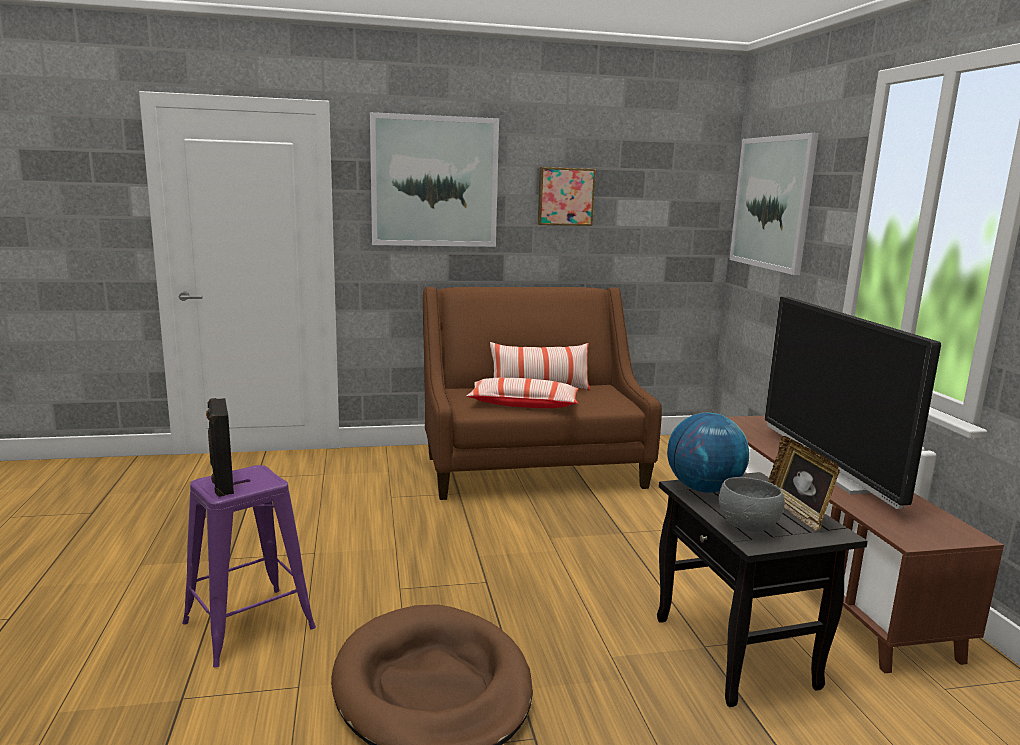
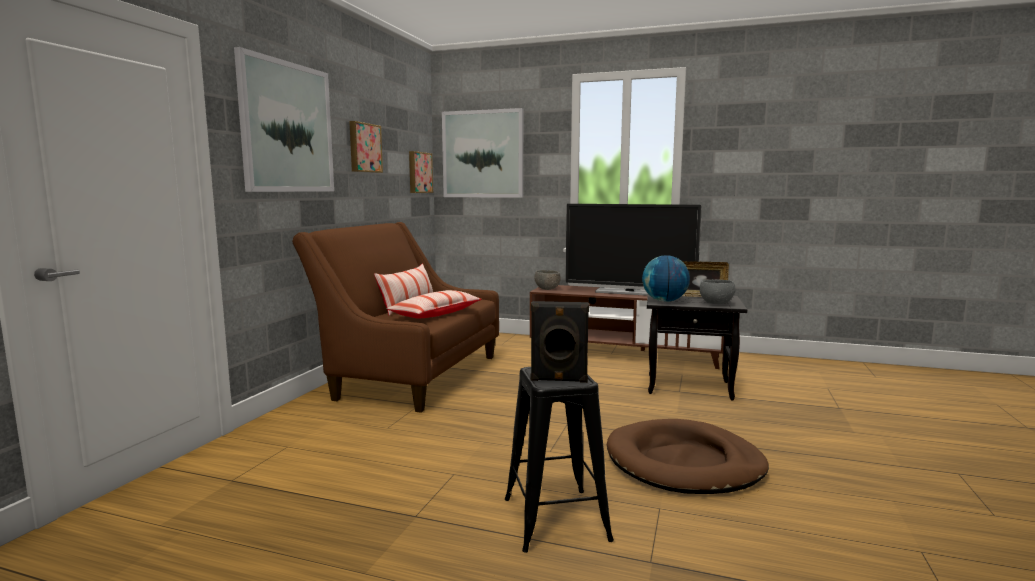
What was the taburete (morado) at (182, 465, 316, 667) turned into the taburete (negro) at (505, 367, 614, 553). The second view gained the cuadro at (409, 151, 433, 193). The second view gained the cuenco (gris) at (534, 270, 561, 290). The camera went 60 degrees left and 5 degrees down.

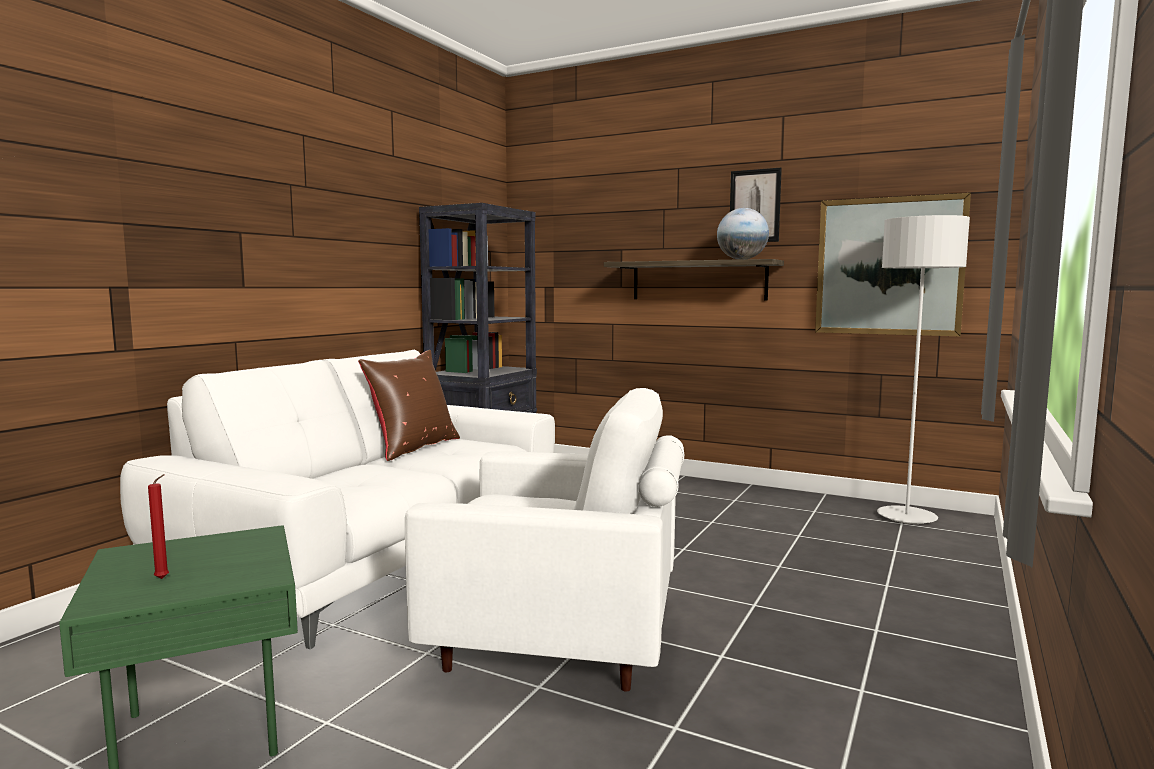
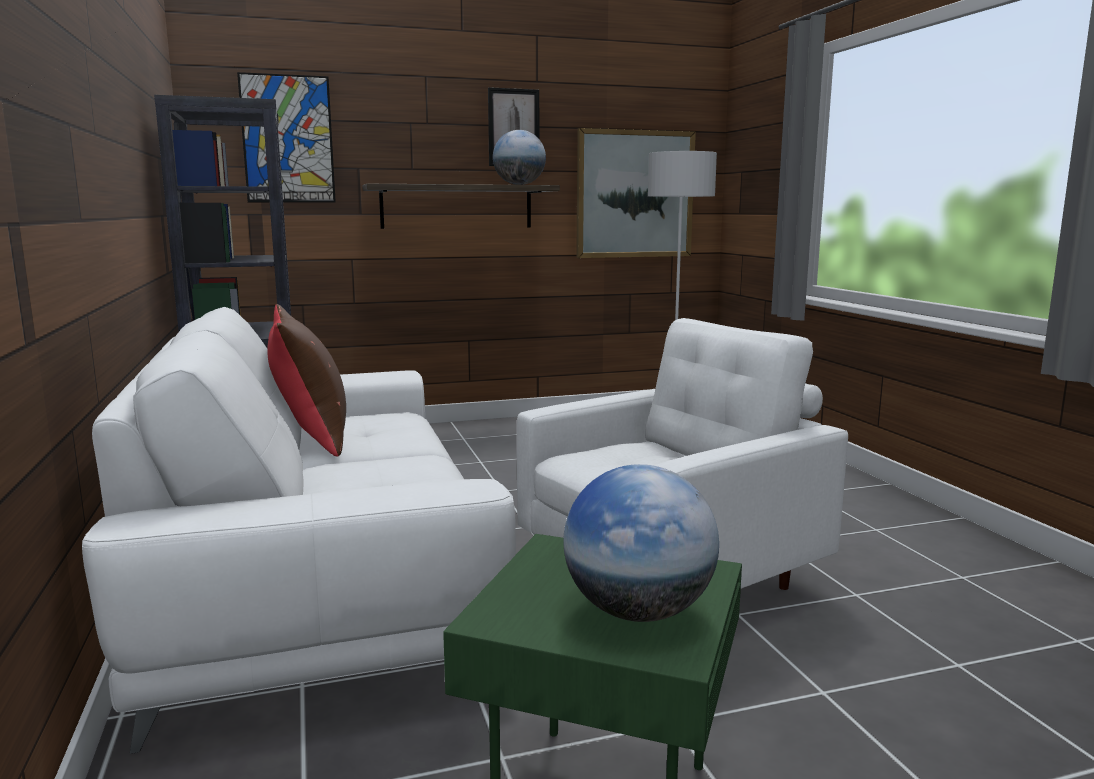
Where the vela (rojo) stood at (148, 474, 169, 579), the globo terráqueo came to stand at (563, 464, 719, 622). The second view gained the cuadro at (237, 72, 336, 203). The camera went 45 degrees left and 5 degrees up.

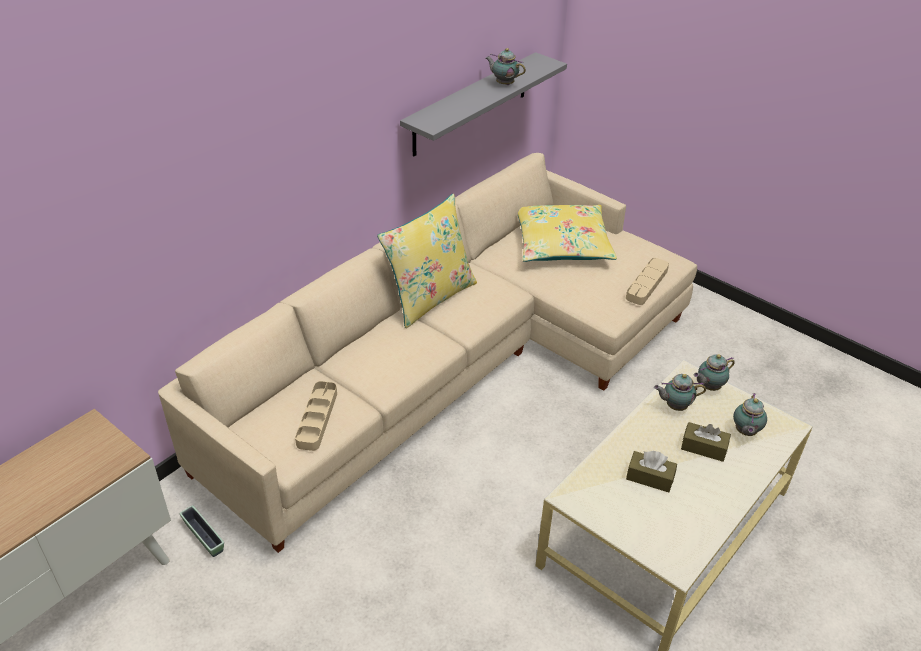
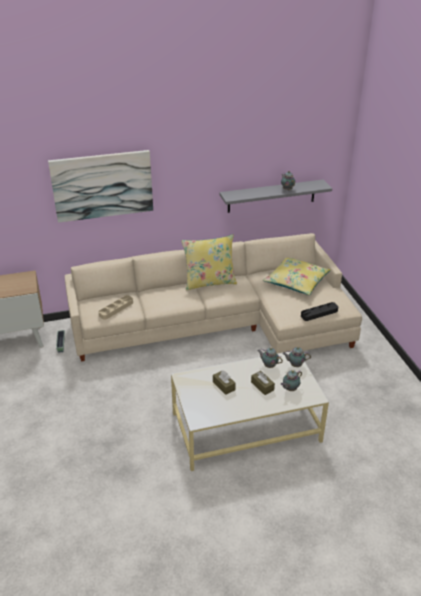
What was the bandeja (beis) at (626, 258, 669, 305) turned into the bandeja (negro) at (301, 302, 338, 321). The second view gained the cuadro at (48, 150, 153, 223). The camera went 35 degrees right and 5 degrees down.

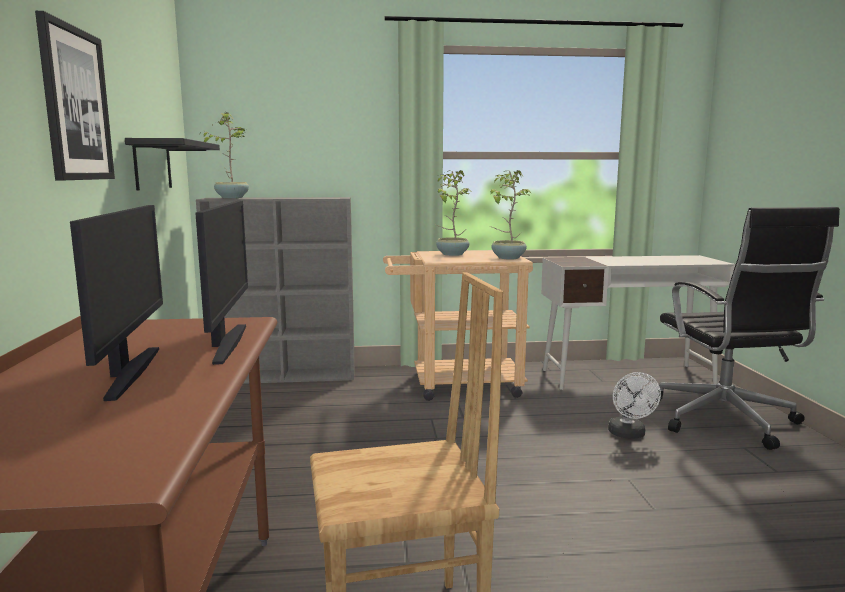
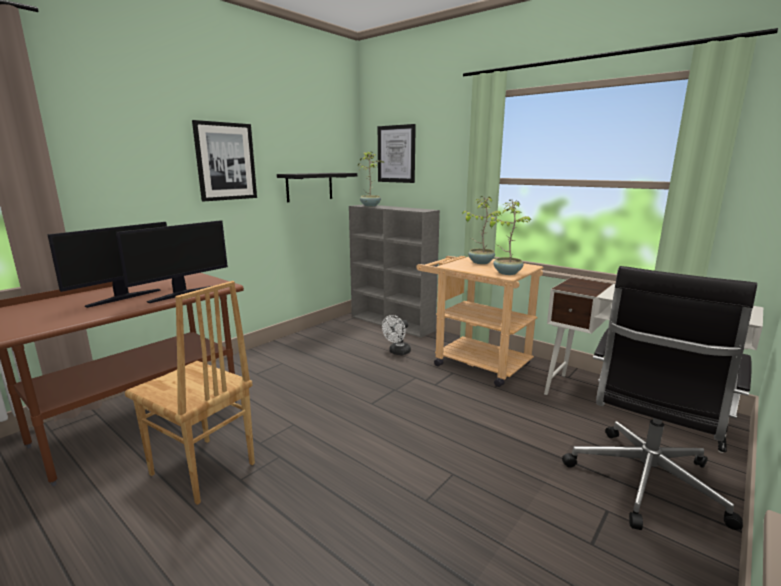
The ventilador (blanco) ended up elsewhere, having gone from (608, 372, 661, 439) to (382, 315, 411, 355). The second view gained the cuadro at (378, 124, 416, 183). The camera went 45 degrees right and 5 degrees up.

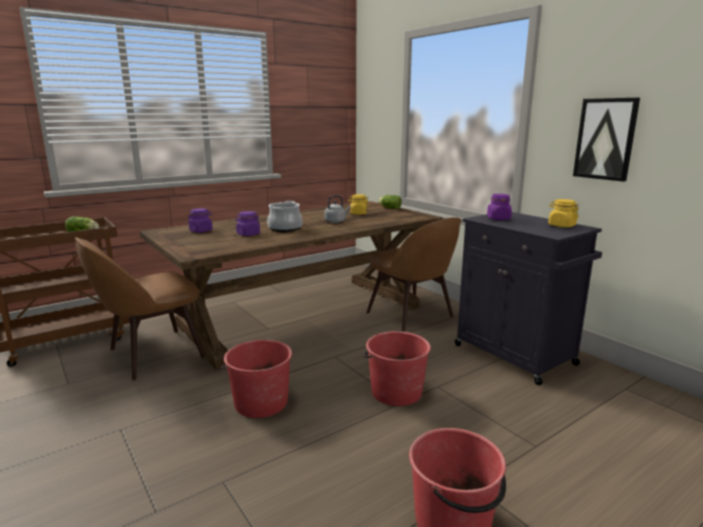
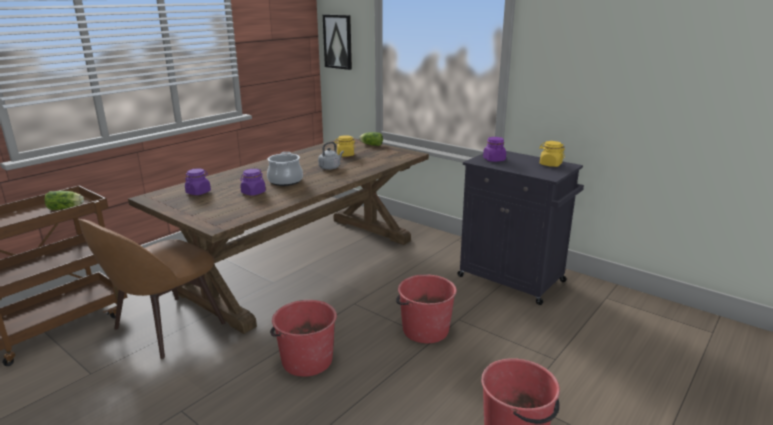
The cuadro ended up elsewhere, having gone from (573, 98, 640, 182) to (323, 15, 352, 70). The second view lost the silla (marrón) at (366, 217, 461, 332). The camera went 15 degrees left and 5 degrees up.

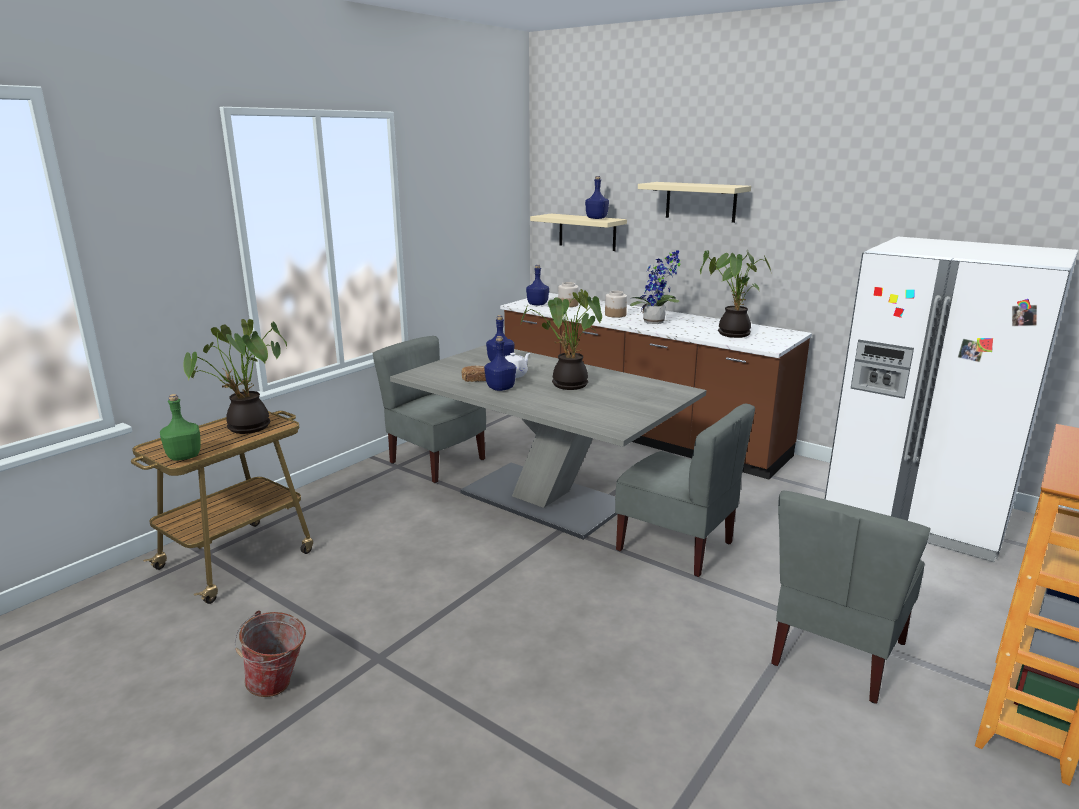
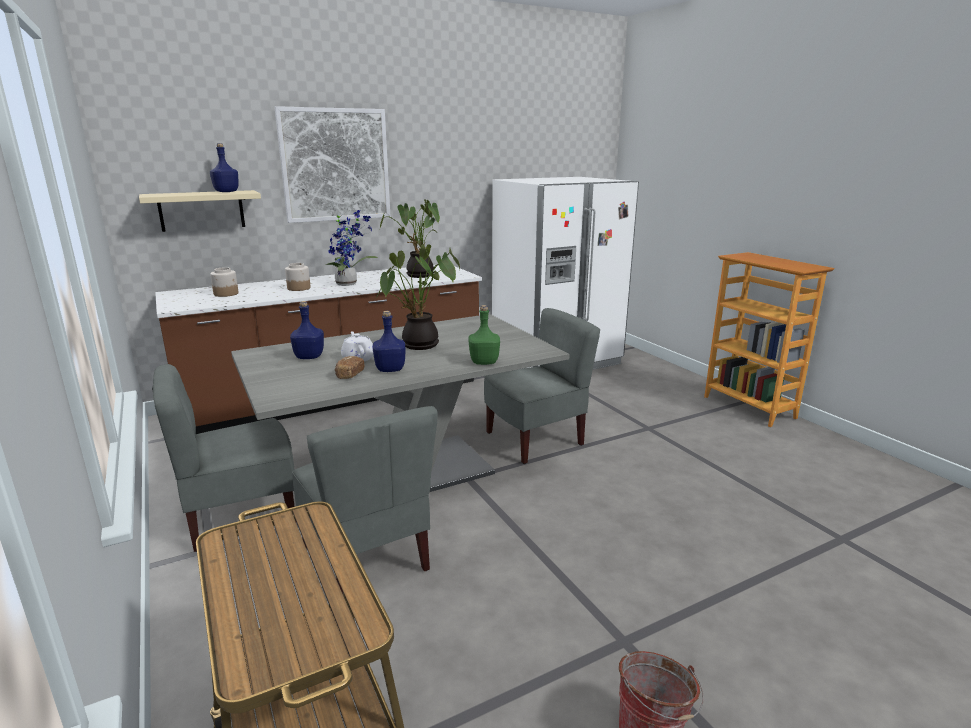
Where the estante (beis) hung at (638, 182, 751, 223), the cuadro came to hang at (274, 106, 391, 223). The second view lost the botella (azul) at (526, 265, 549, 305). The second view lost the planta en maceta at (184, 319, 287, 434). The botella (verde) ended up elsewhere, having gone from (160, 394, 201, 461) to (469, 305, 500, 365). The silla (gris) ended up elsewhere, having gone from (771, 490, 931, 704) to (292, 406, 438, 593). The camera went 65 degrees left and 0 degrees up.

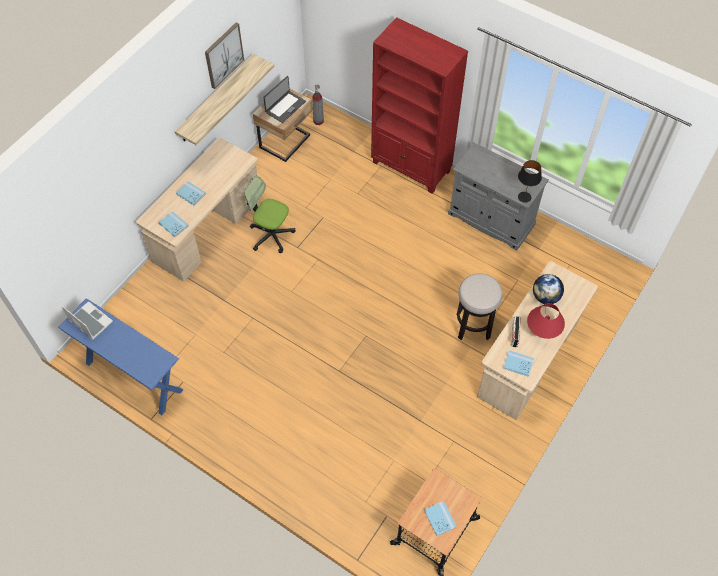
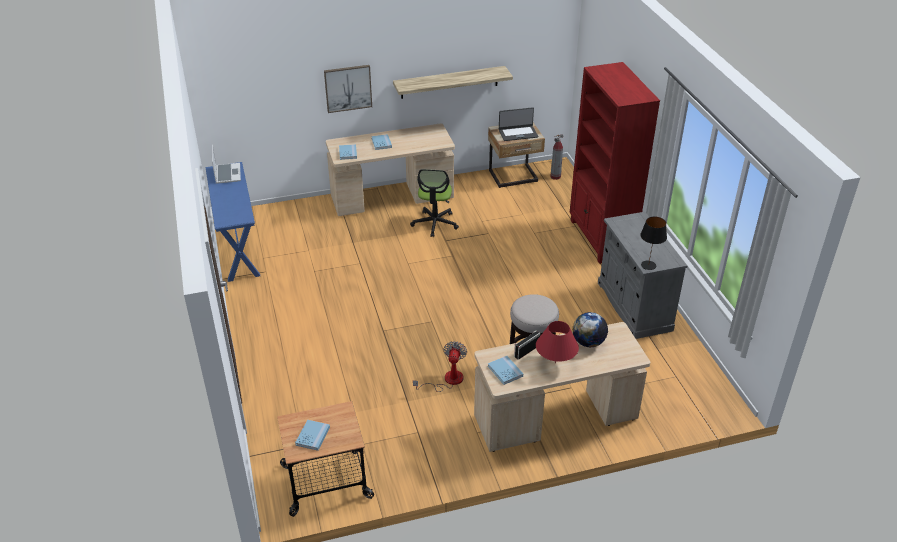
The cuadro ended up elsewhere, having gone from (205, 22, 244, 89) to (324, 65, 372, 113). The silla de oficina at (244, 176, 296, 253) ended up facing another way, 150 degrees counterclockwise from before. The second view gained the ventilador at (413, 341, 467, 392). The camera went 40 degrees right and 20 degrees down.

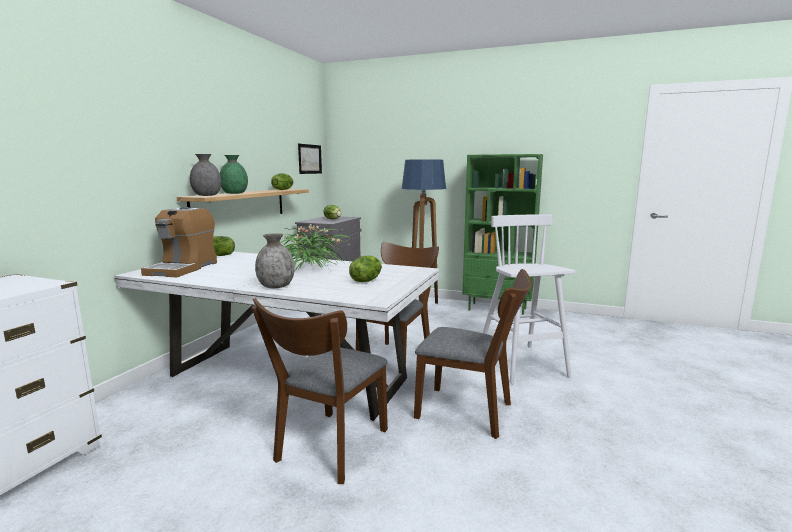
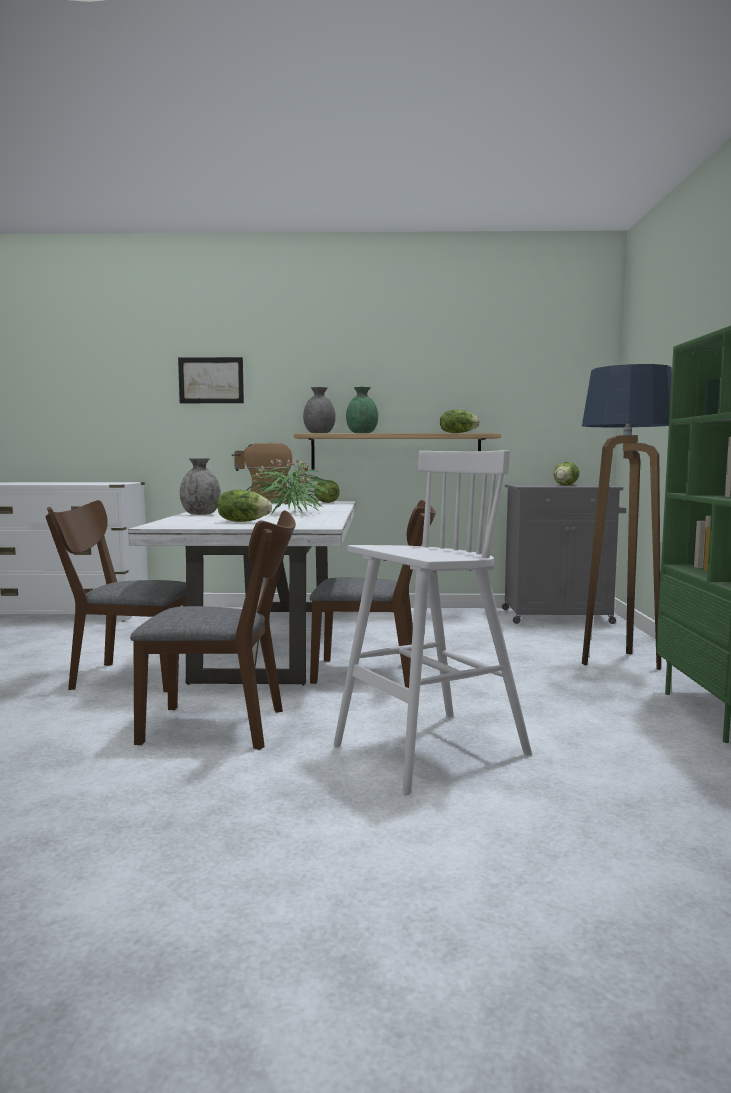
The cuadro ended up elsewhere, having gone from (298, 144, 322, 174) to (178, 357, 244, 403). The silla (marrón) at (414, 269, 531, 439) ended up facing another way, 90 degrees counterclockwise from before. The camera went 70 degrees right and 5 degrees down.

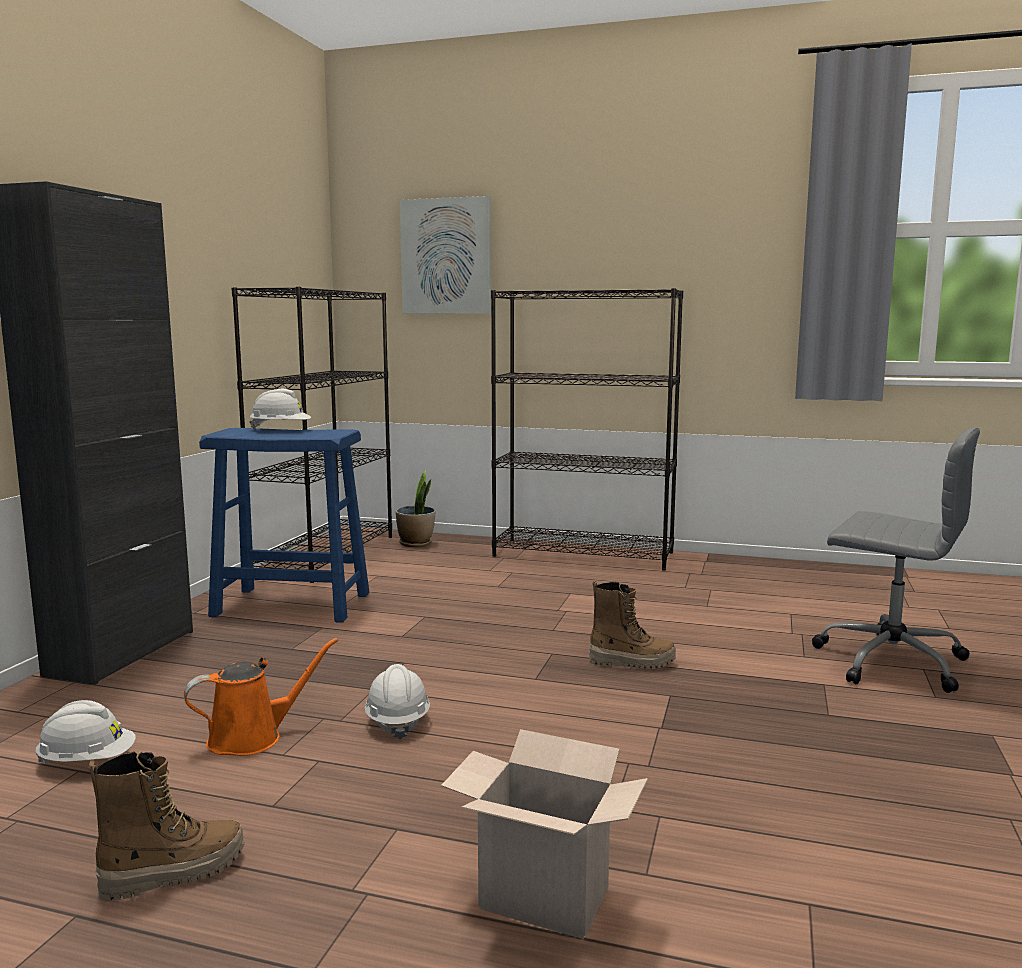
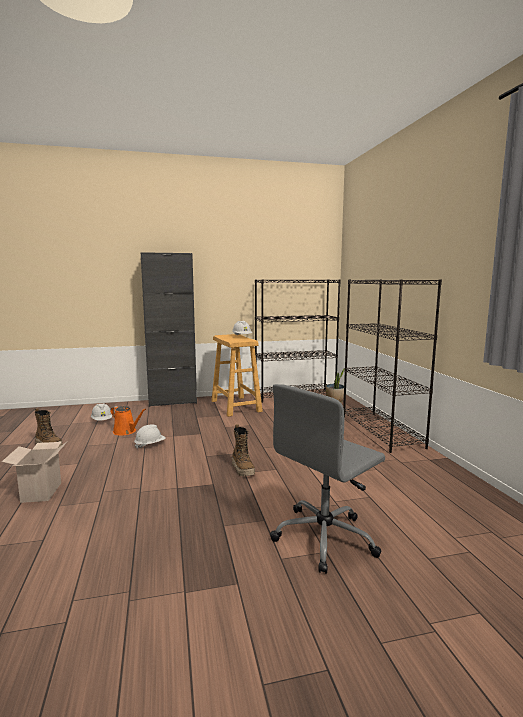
The second view lost the cuadro at (400, 196, 491, 314). What was the taburete (azul) at (199, 428, 370, 623) turned into the taburete (beis) at (211, 334, 263, 417). The silla de oficina (gris) at (812, 428, 980, 693) ended up facing another way, 45 degrees clockwise from before. The camera went 60 degrees right and 0 degrees up.

